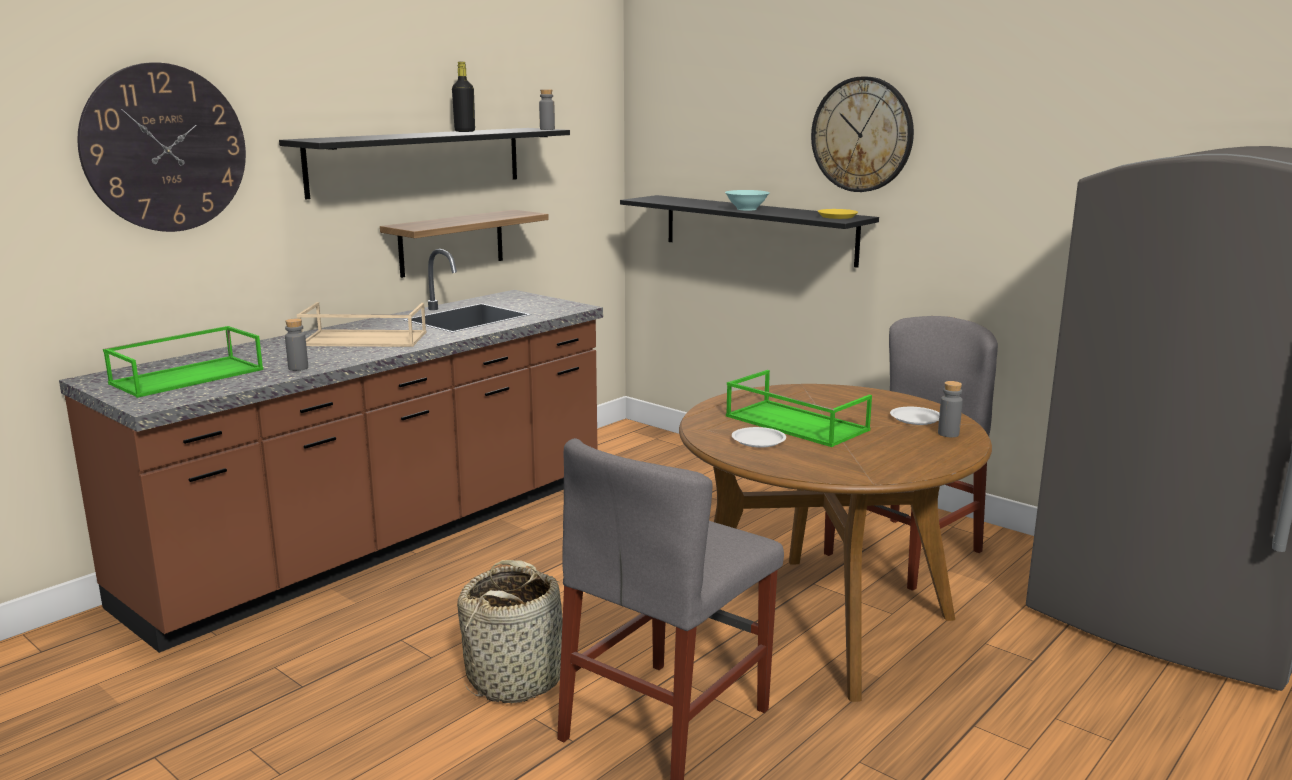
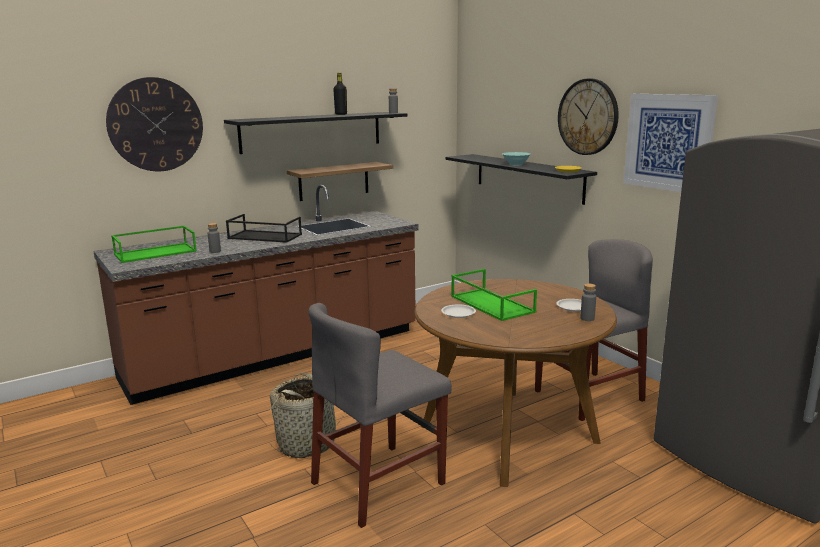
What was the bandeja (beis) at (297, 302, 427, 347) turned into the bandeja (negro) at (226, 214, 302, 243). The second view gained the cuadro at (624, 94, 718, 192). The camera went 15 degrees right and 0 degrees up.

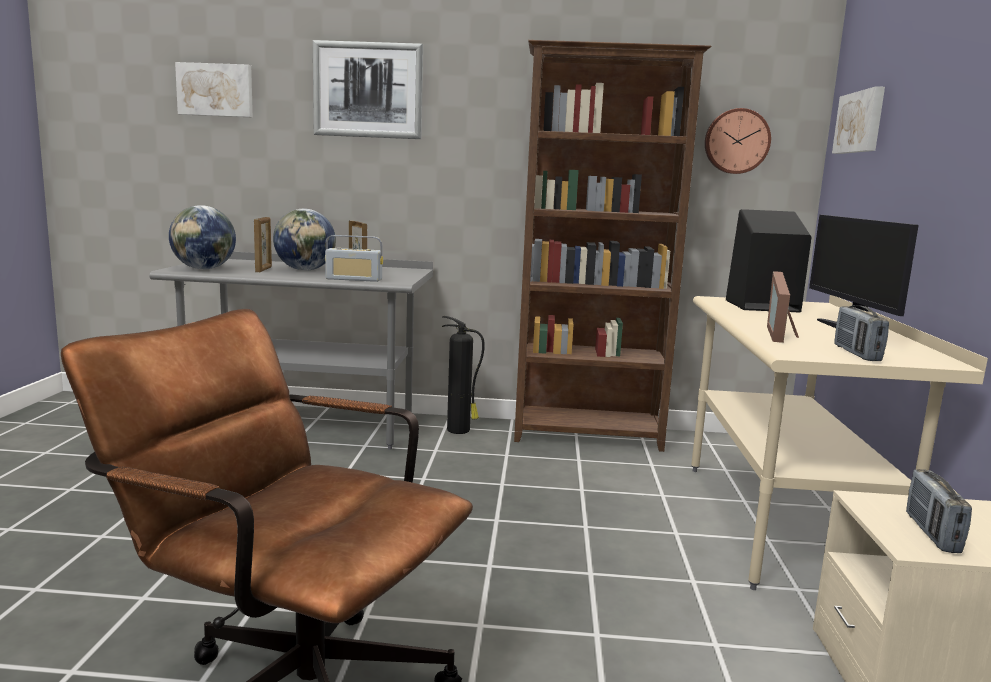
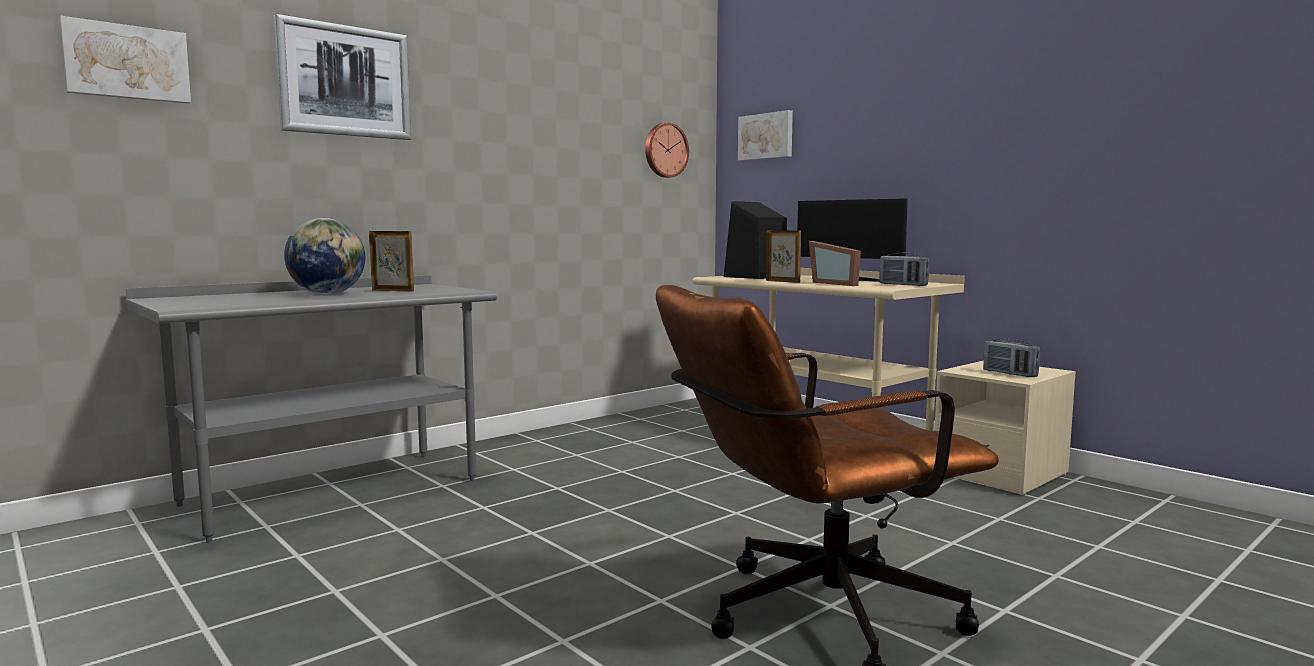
The second view lost the estantería (marrón) at (514, 40, 711, 452). The second view lost the globo terráqueo at (169, 205, 236, 269). The portarretratos ended up elsewhere, having gone from (254, 217, 272, 272) to (766, 230, 801, 283). The second view lost the radio at (325, 235, 383, 282). The second view lost the extintor at (442, 316, 485, 434). The camera went 45 degrees left and 5 degrees down.

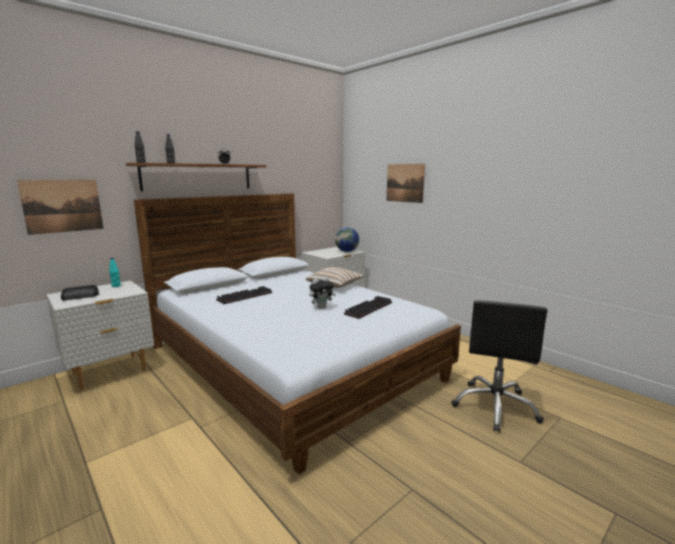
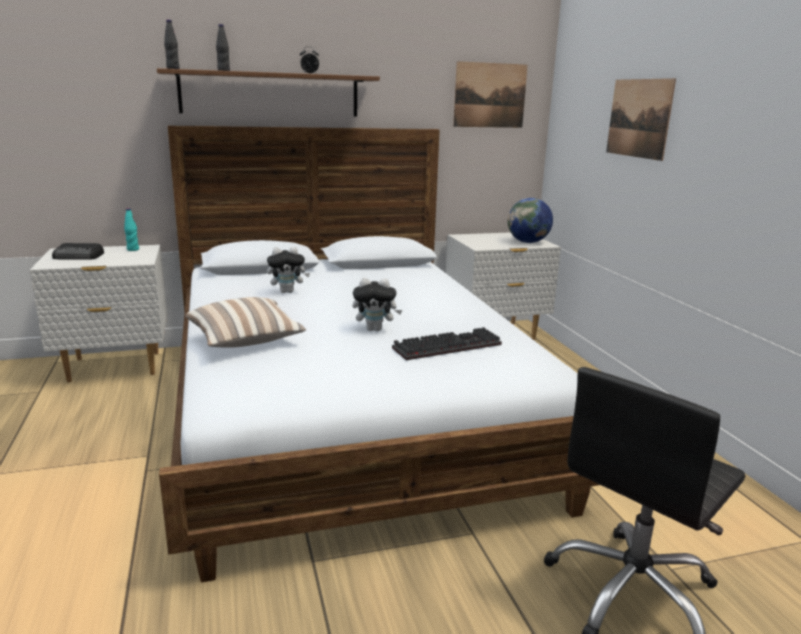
The cuadro ended up elsewhere, having gone from (17, 180, 103, 235) to (453, 61, 528, 128). The cojín ended up elsewhere, having gone from (306, 267, 364, 288) to (185, 297, 306, 348). Where the teclado stood at (216, 286, 272, 304), the peluche came to stand at (267, 247, 310, 293). The camera went 25 degrees right and 5 degrees up.

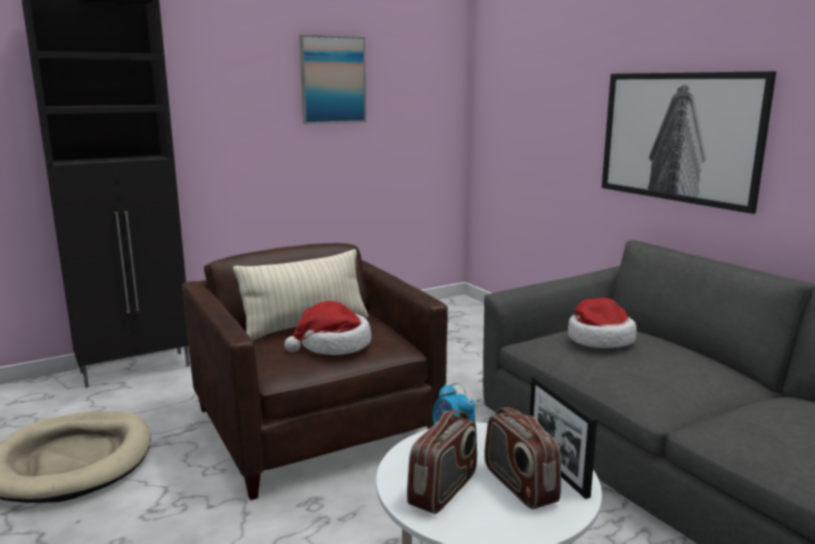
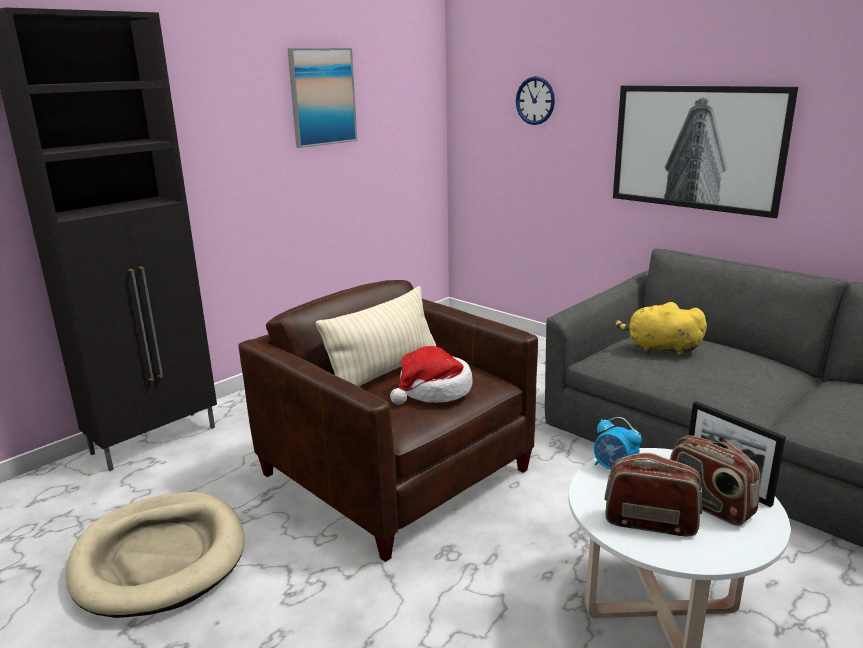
Where the sombrero stood at (568, 298, 637, 348), the peluche (amarillo) came to stand at (615, 302, 707, 356). The radio at (407, 410, 477, 514) ended up facing another way, 90 degrees counterclockwise from before. The second view gained the reloj de pared at (516, 76, 555, 125). The camera went 15 degrees left and 5 degrees up.

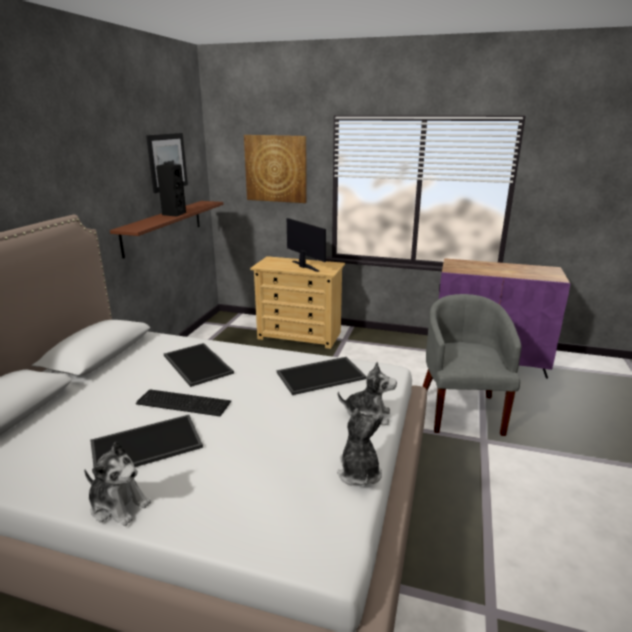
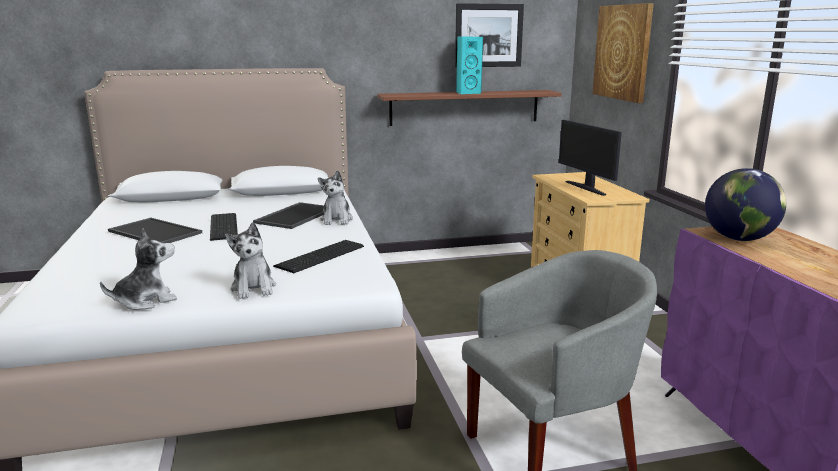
What was the altavoz (negro) at (156, 164, 186, 217) turned into the altavoz (turquesa) at (456, 37, 483, 94). The monitor at (287, 218, 326, 272) ended up facing another way, 135 degrees clockwise from before. Where the bandeja stood at (277, 357, 367, 395), the teclado came to stand at (273, 240, 364, 273). The peluche ended up elsewhere, having gone from (84, 441, 151, 526) to (318, 170, 353, 225). The second view gained the globo terráqueo at (705, 168, 786, 241). The camera went 60 degrees right and 5 degrees down.

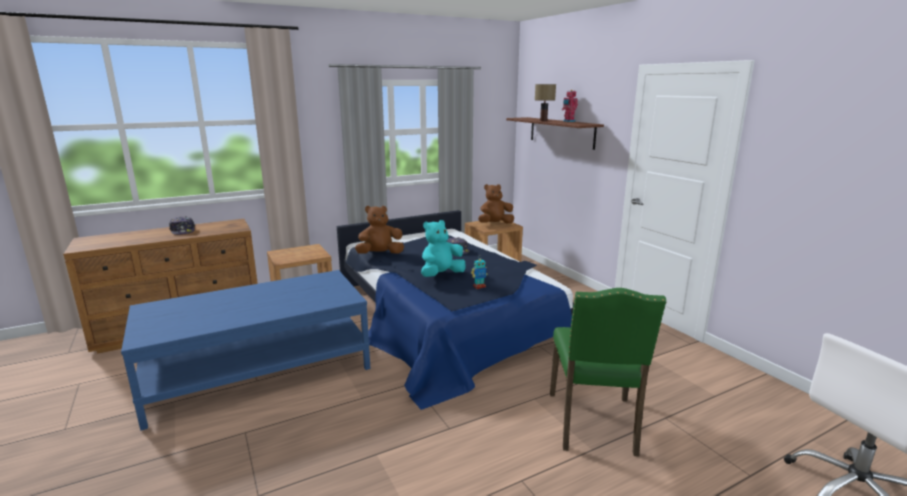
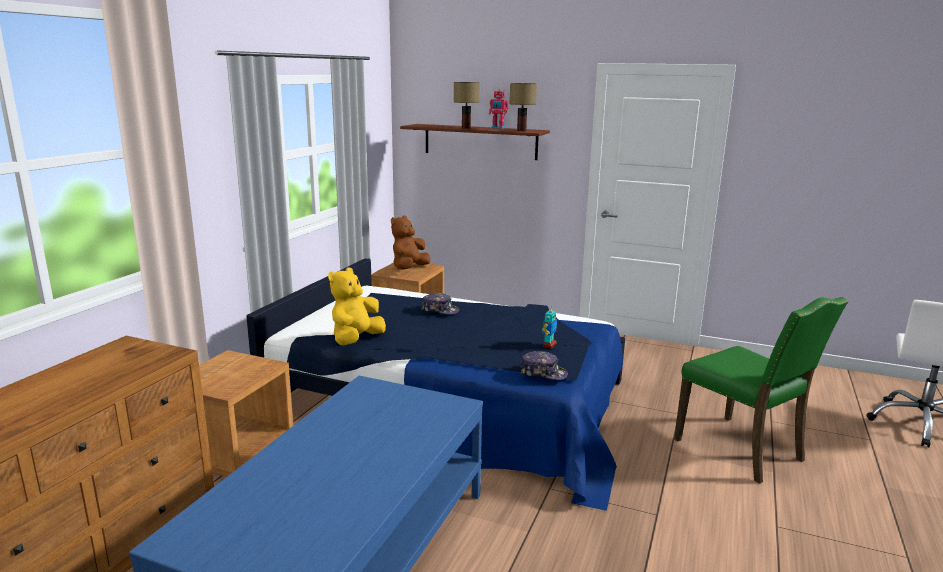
What was the peluche (marrón) at (355, 206, 404, 254) turned into the peluche (amarillo) at (328, 268, 386, 346). The gorra ended up elsewhere, having gone from (169, 216, 195, 235) to (520, 351, 568, 380). The second view lost the peluche (turquesa) at (421, 220, 466, 277). The second view gained the lámpara de mesa at (510, 83, 537, 131). The camera went 40 degrees left and 0 degrees up.

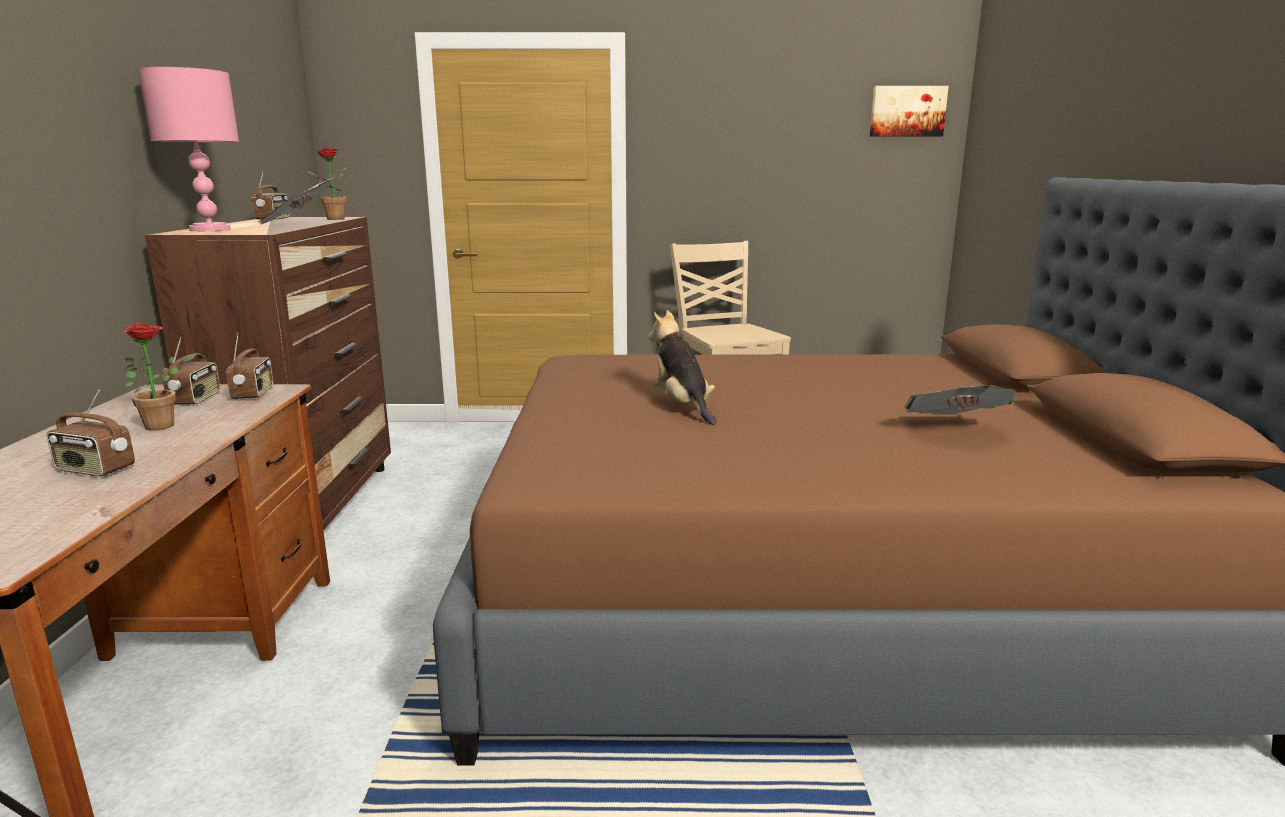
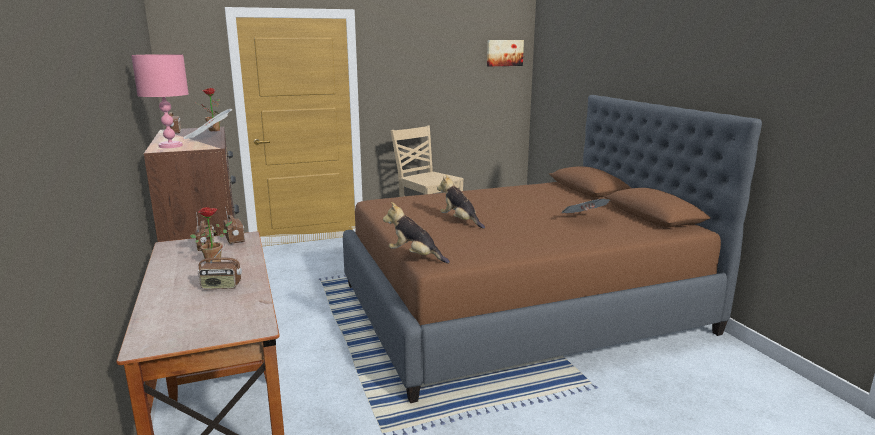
The second view gained the peluche at (383, 202, 450, 263). The camera went 20 degrees left and 0 degrees up.

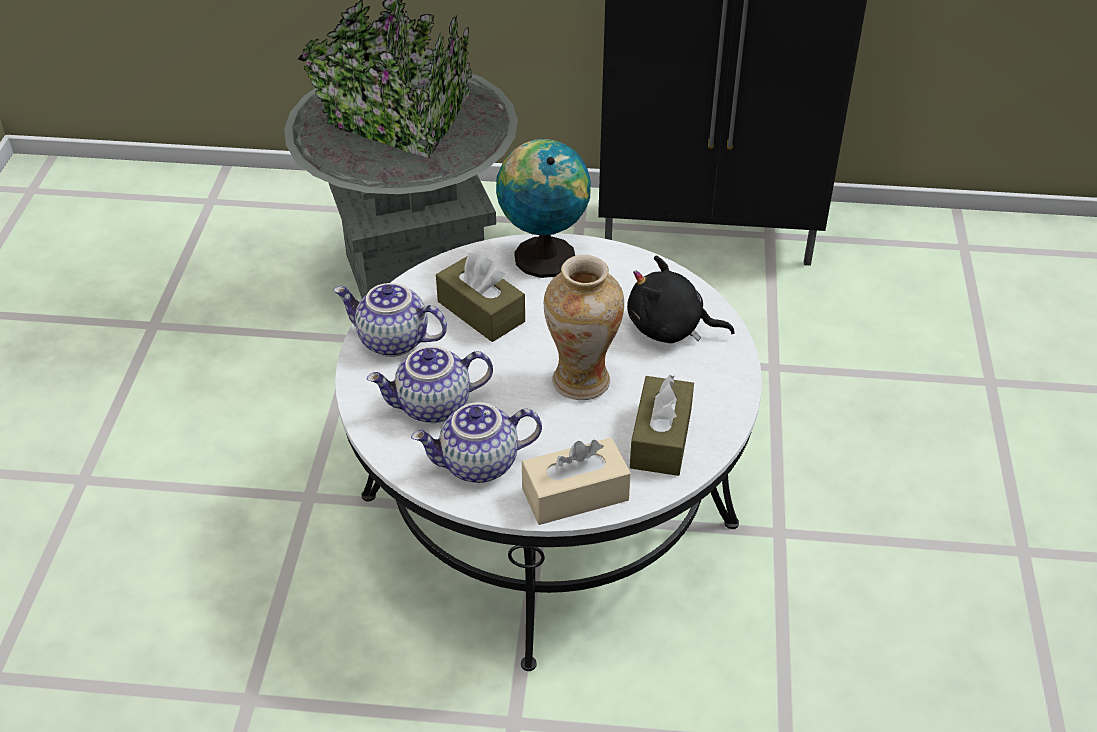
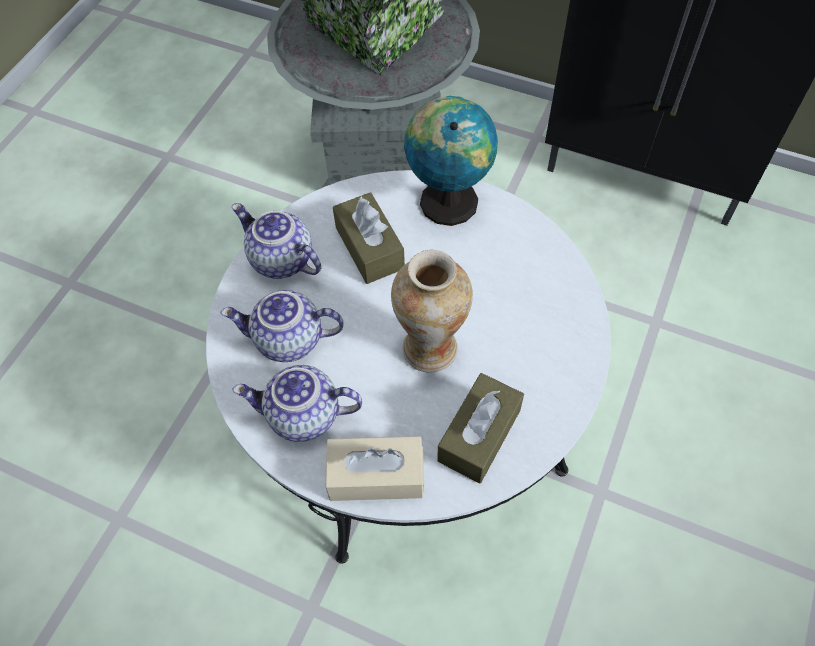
The second view lost the peluche (negro) at (627, 255, 735, 343). The camera went 20 degrees right and 15 degrees up.

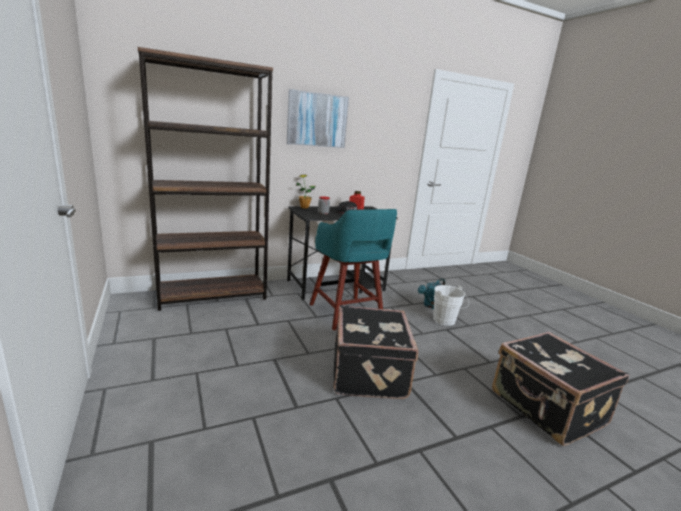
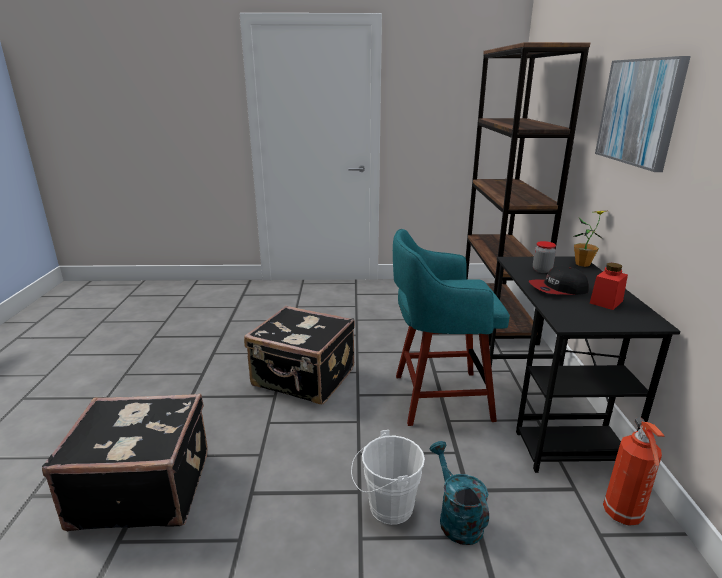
The second view gained the extintor at (603, 417, 664, 526). The camera went 115 degrees right and 5 degrees up.

